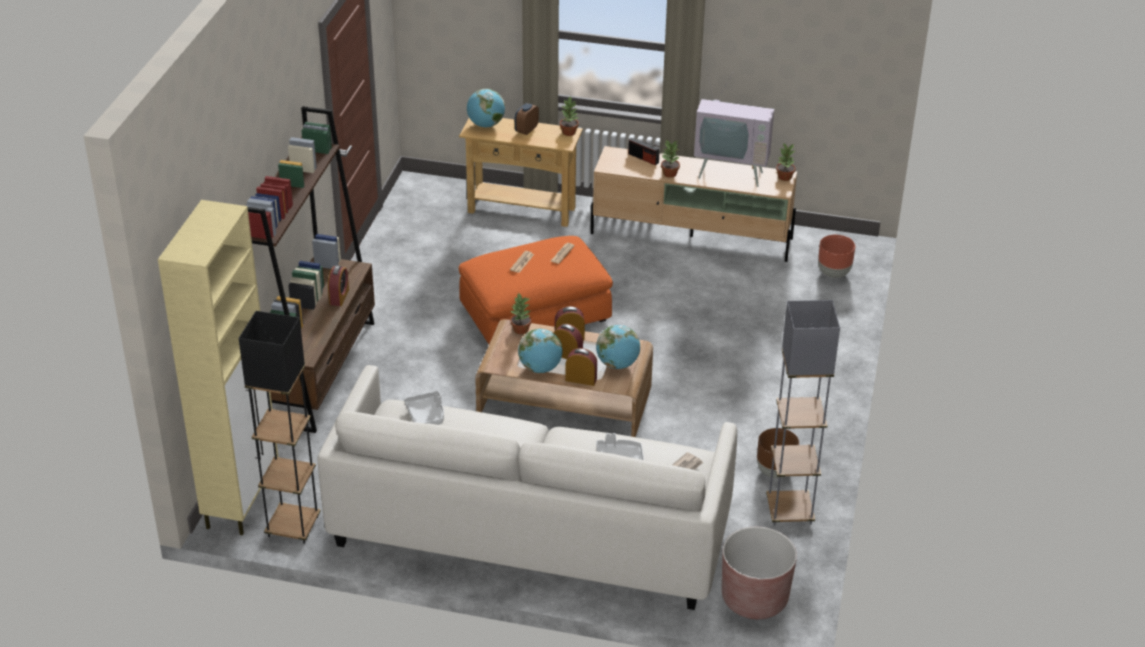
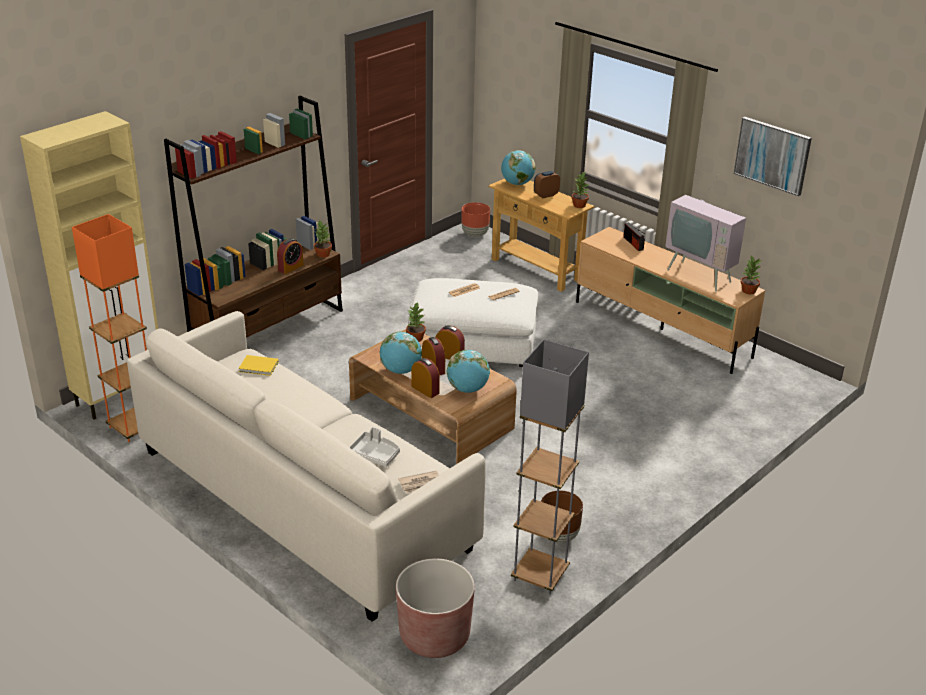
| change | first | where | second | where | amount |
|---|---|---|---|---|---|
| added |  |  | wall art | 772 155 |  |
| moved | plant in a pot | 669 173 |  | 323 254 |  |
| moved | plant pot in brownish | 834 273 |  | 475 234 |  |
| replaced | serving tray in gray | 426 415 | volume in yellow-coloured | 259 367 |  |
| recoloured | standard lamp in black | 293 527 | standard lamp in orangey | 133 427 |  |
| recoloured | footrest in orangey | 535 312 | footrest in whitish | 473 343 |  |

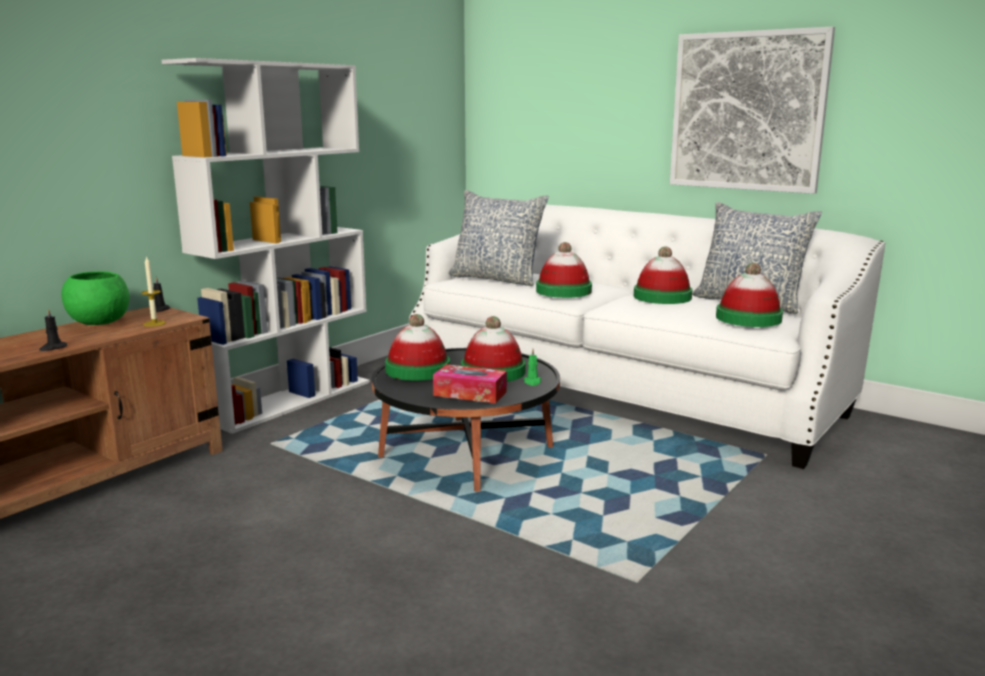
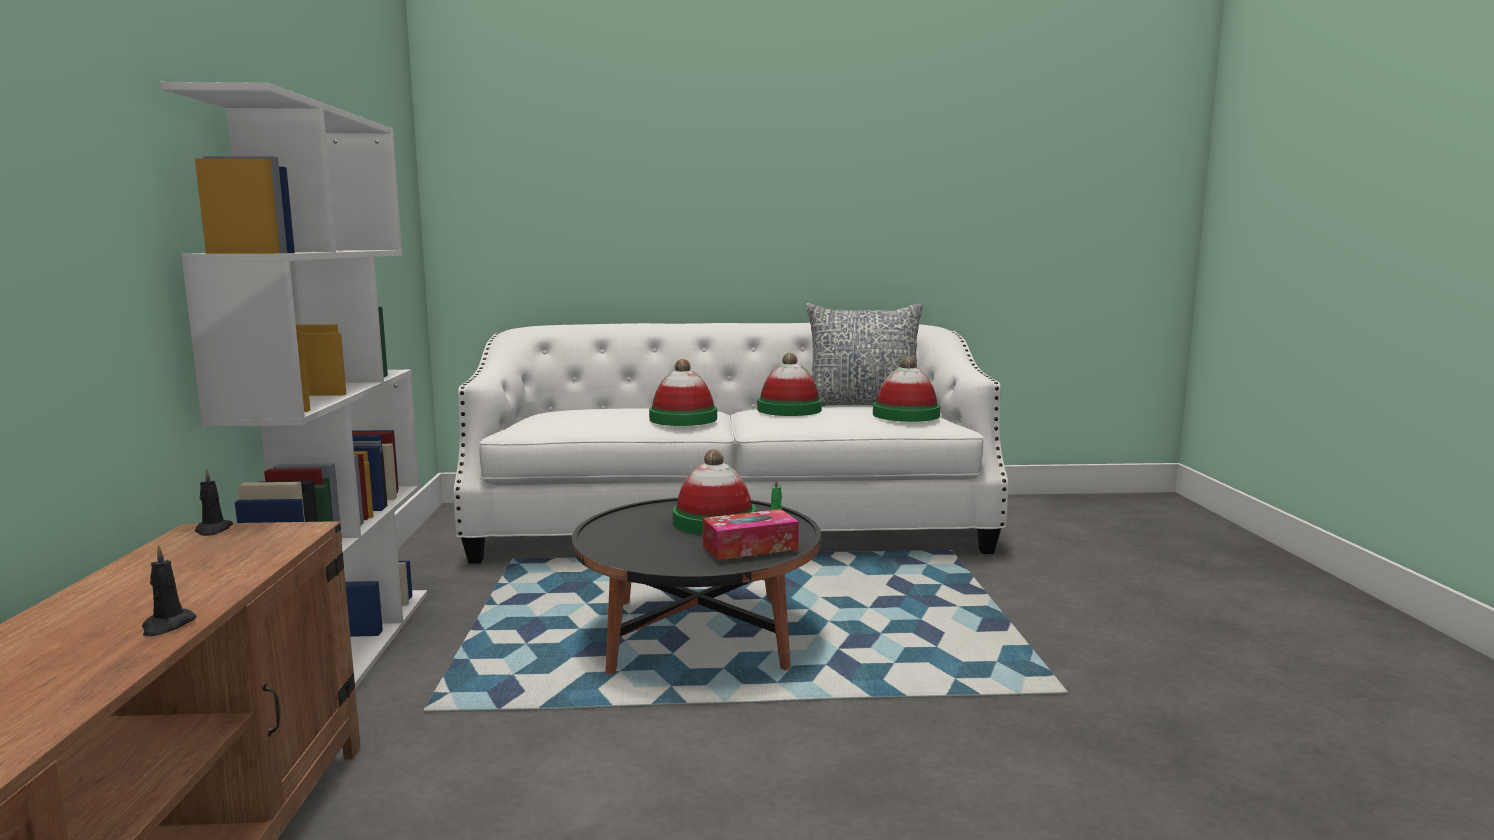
| change | first | where | second | where | amount |
|---|---|---|---|---|---|
| removed | bowl in green | 99 323 |  |  |  |
| removed | wax candle | 154 323 |  |  |  |
| removed | hat | 417 370 |  |  |  |
| removed | cushion | 497 279 |  |  |  |
| removed | wall art | 747 111 |  |  |  |

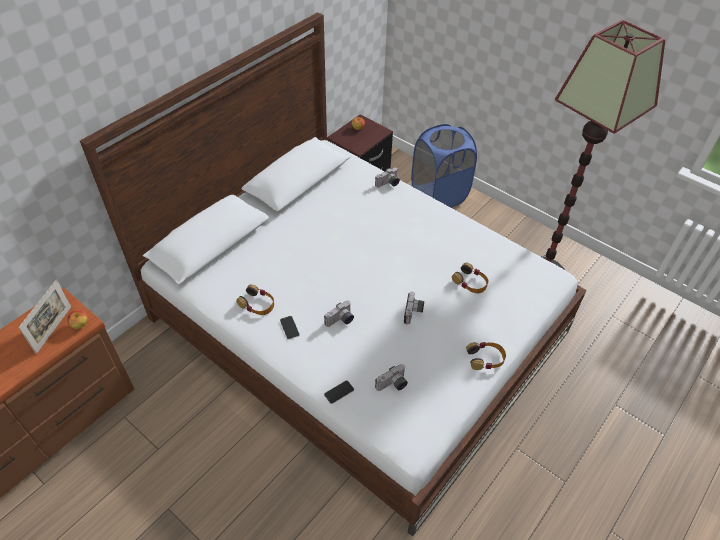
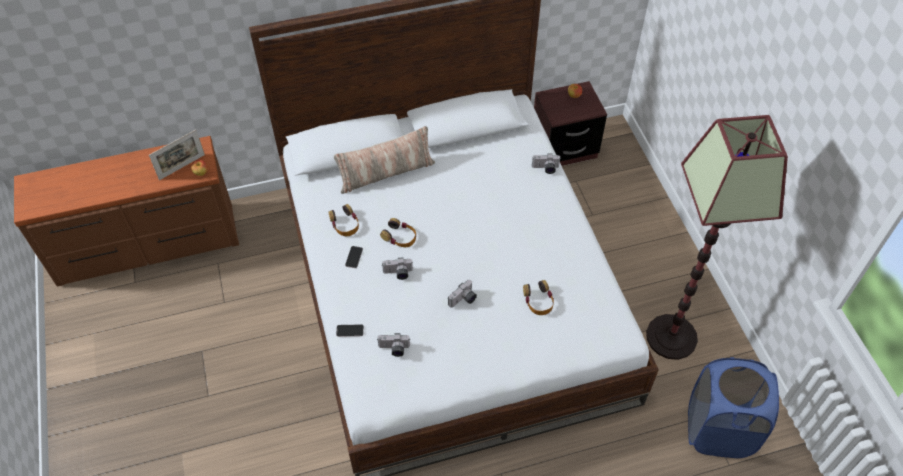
| change | first | where | second | where | amount |
|---|---|---|---|---|---|
| added |  |  | cushion | 386 173 |  |
| moved | hamper in blue-coloured | 439 195 |  | 718 430 |  |
| moved | headset | 485 358 |  | 400 237 |  |

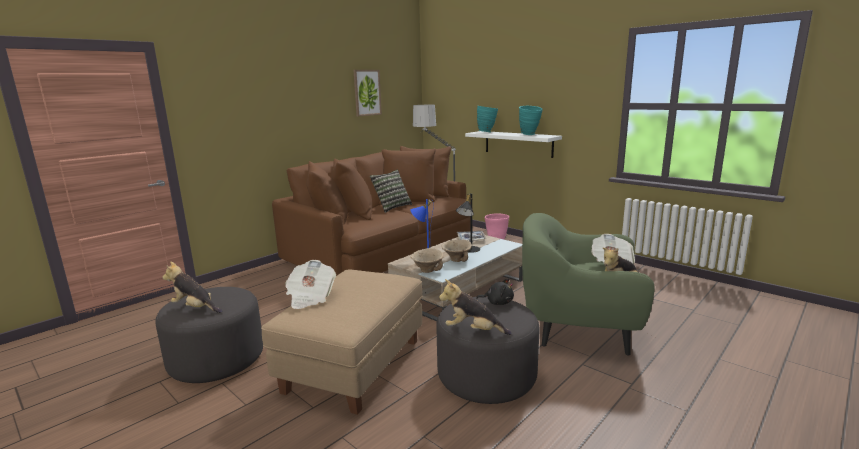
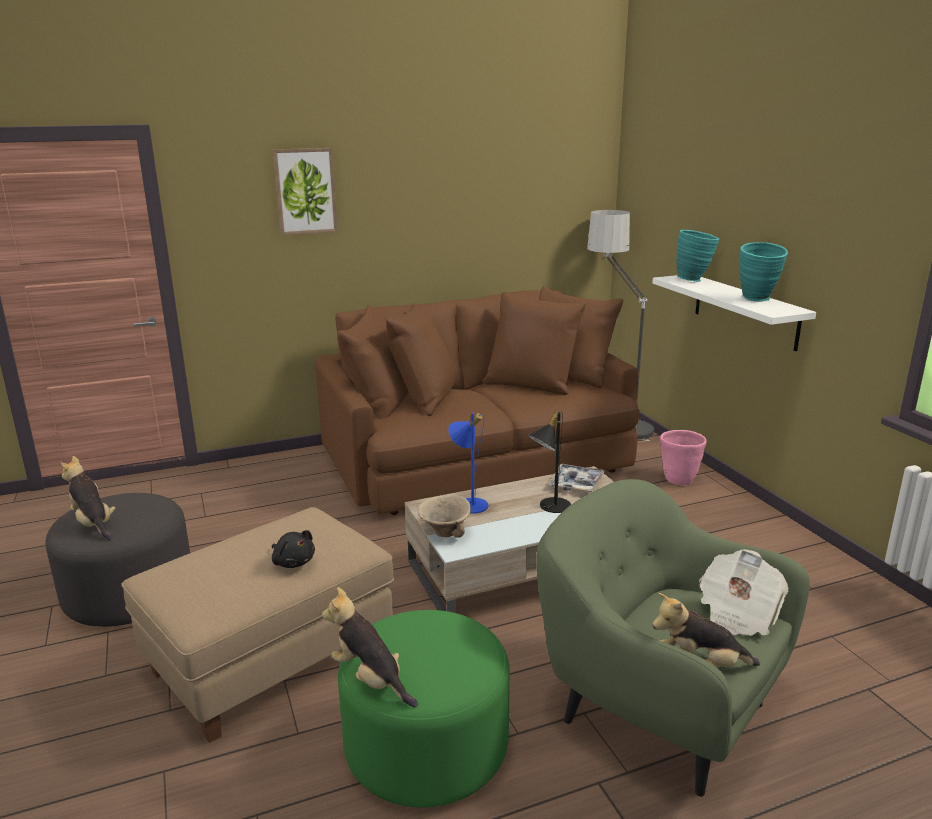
| change | first | where | second | where | amount |
|---|---|---|---|---|---|
| removed | printed paper | 310 297 |  |  |  |
| removed | cushion | 391 207 |  |  |  |
| removed | bowl in sand-coloured | 456 260 |  |  |  |
| moved | wall art | 367 92 |  | 305 191 |  |
| moved | soft toy in black | 498 302 |  | 293 562 |  |
| recoloured | footrest in gray | 486 376 | footrest in green | 427 747 |  |

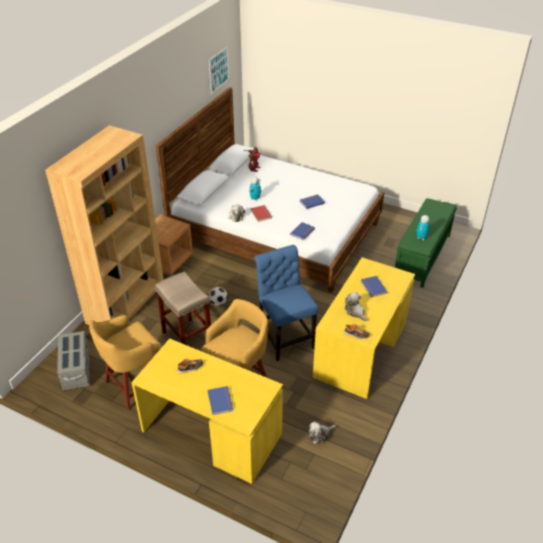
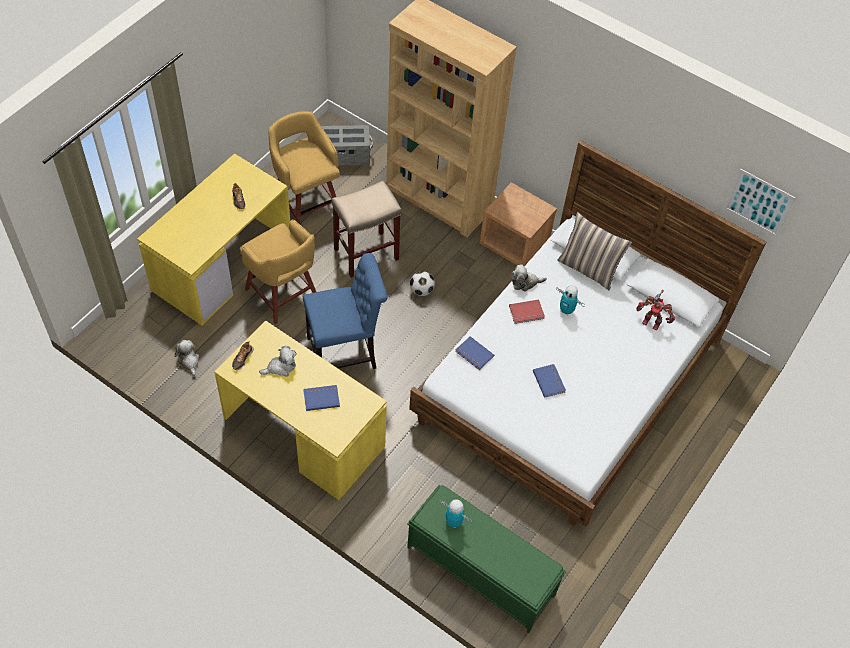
| change | first | where | second | where | amount |
|---|---|---|---|---|---|
| removed | volume in blue-coloured | 221 401 |  |  |  |
| added |  |  | cushion | 589 269 |  |

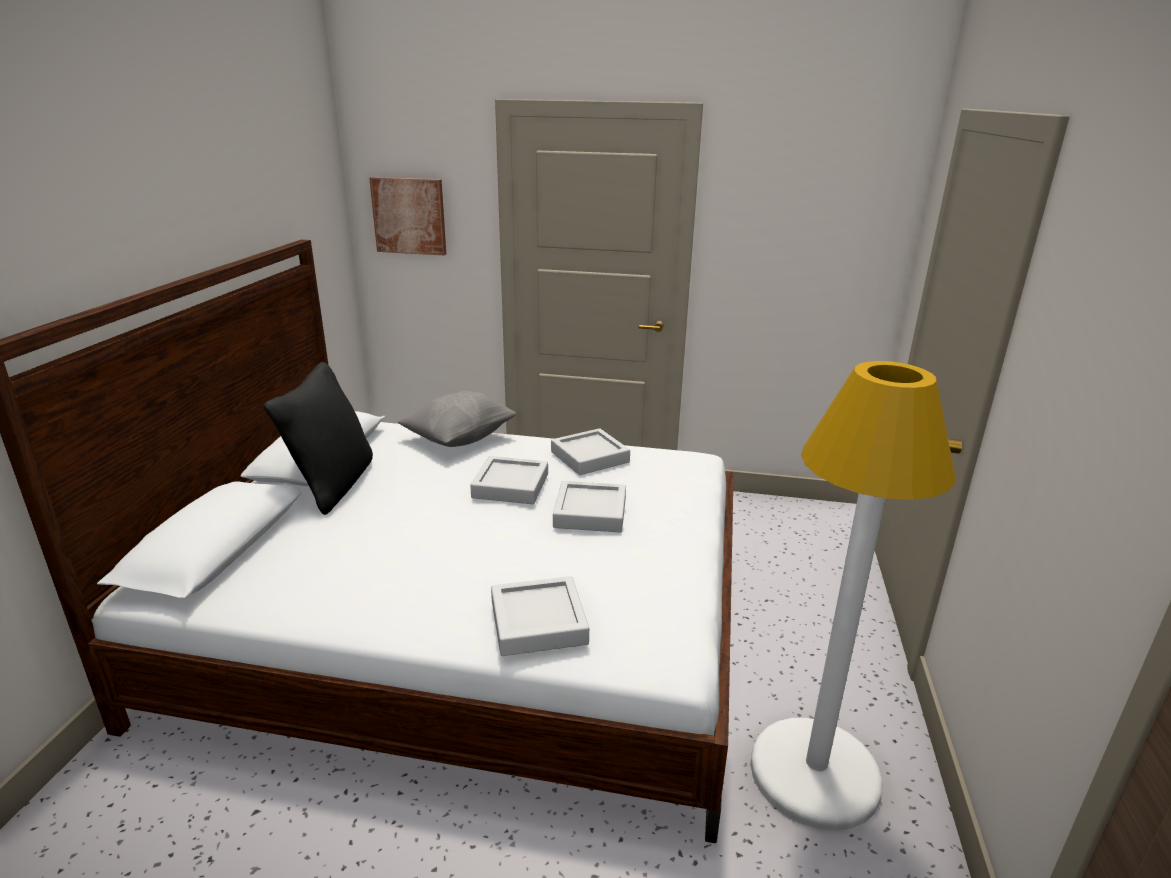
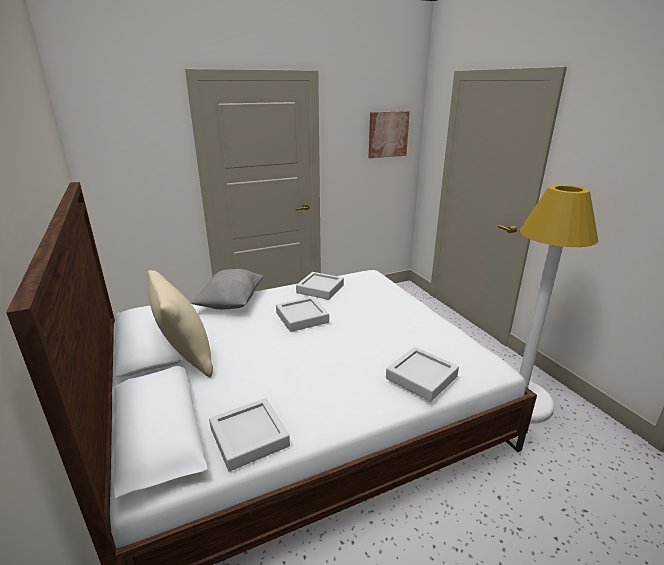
| change | first | where | second | where | amount |
|---|---|---|---|---|---|
| moved | wall art | 409 216 |  | 388 134 |  |
| moved | serving tray in gray | 590 512 |  | 249 437 |  |
| recoloured | cushion in black | 332 484 | cushion in sand-coloured | 186 358 |  |

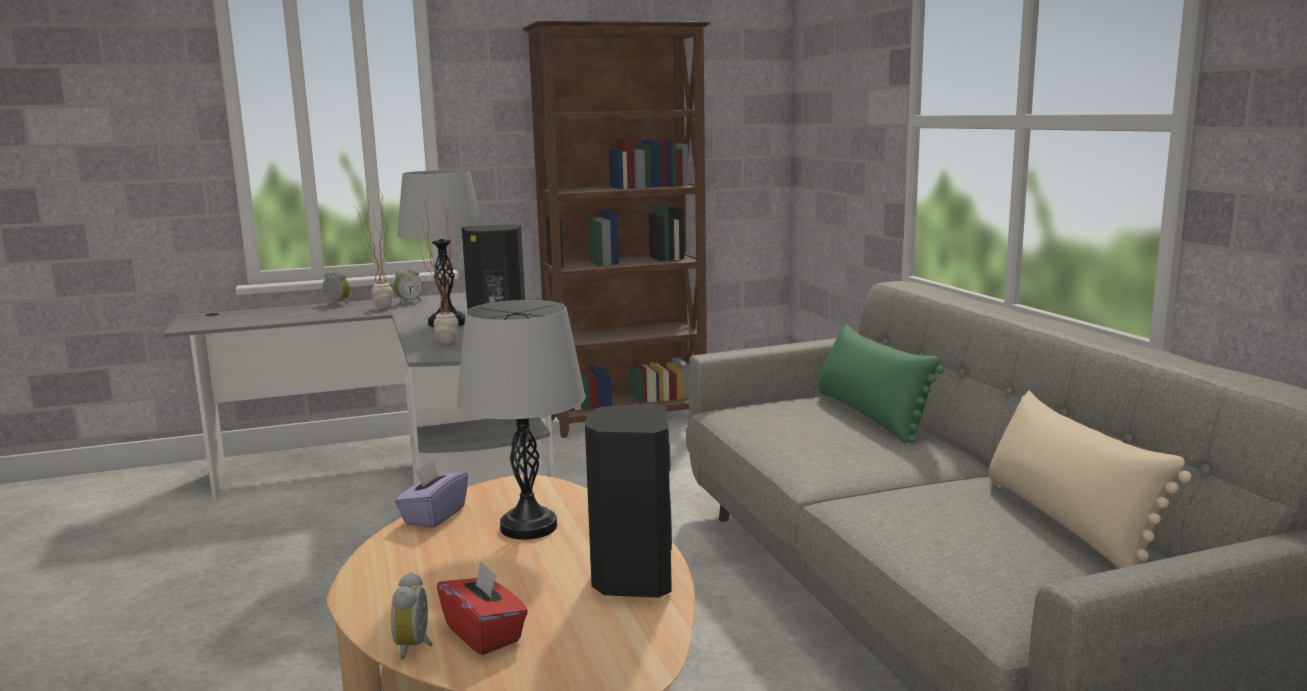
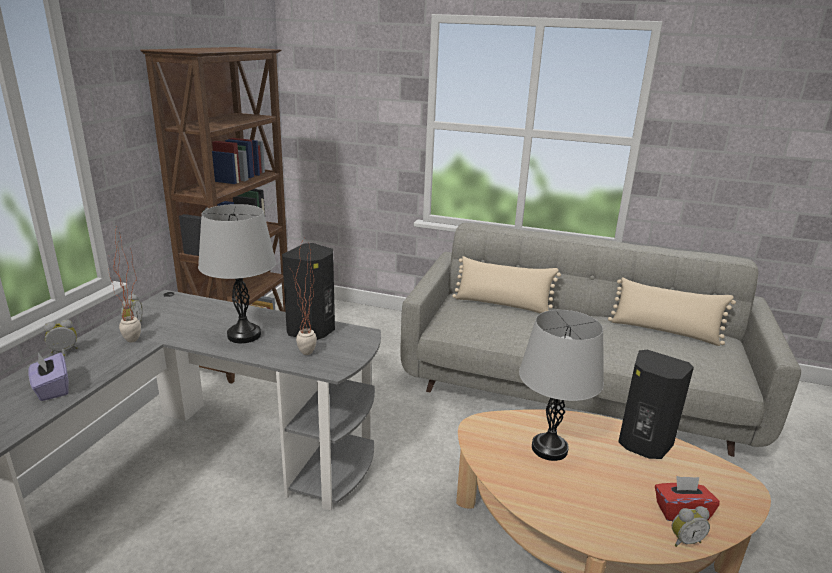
| change | first | where | second | where | amount |
|---|---|---|---|---|---|
| moved | tissue box in purple | 434 516 |  | 52 389 |  |
| recoloured | cushion in green | 870 415 | cushion in sand-coloured | 502 305 |  |
| turned | table clock | 416 647 |  | 684 540 | 45 degrees counterclockwise |

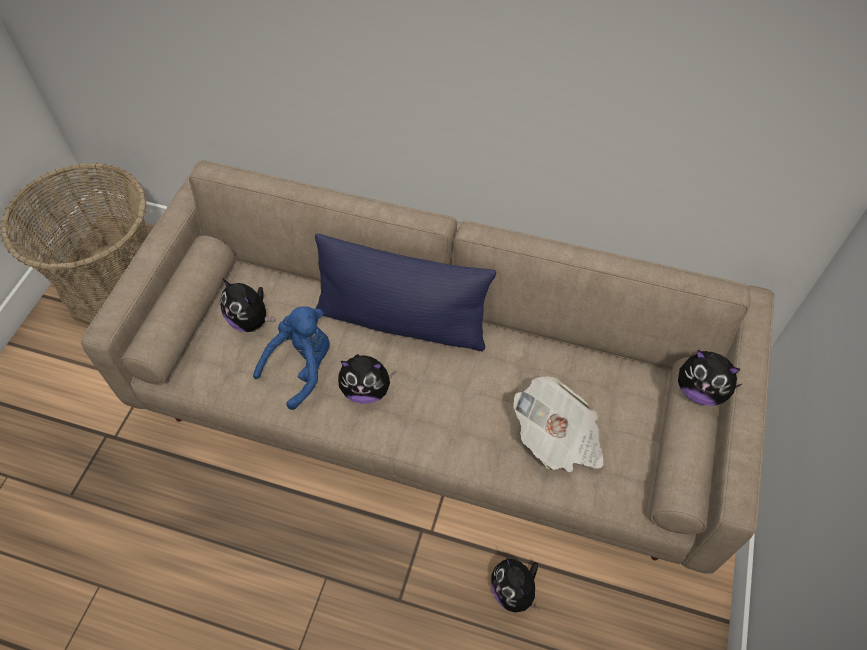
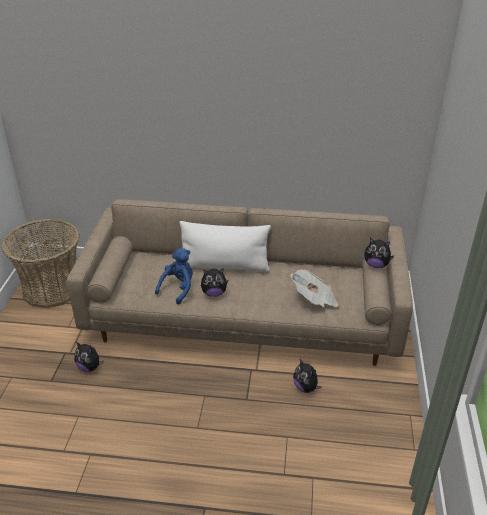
| change | first | where | second | where | amount |
|---|---|---|---|---|---|
| moved | soft toy | 251 321 |  | 90 367 |  |
| recoloured | cushion in blue-coloured | 402 321 | cushion in whitish | 224 266 |  |

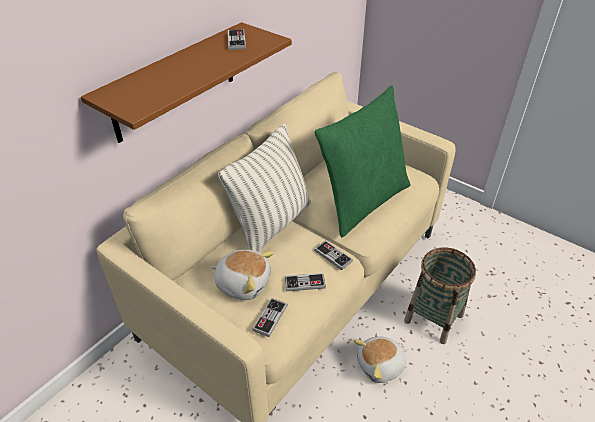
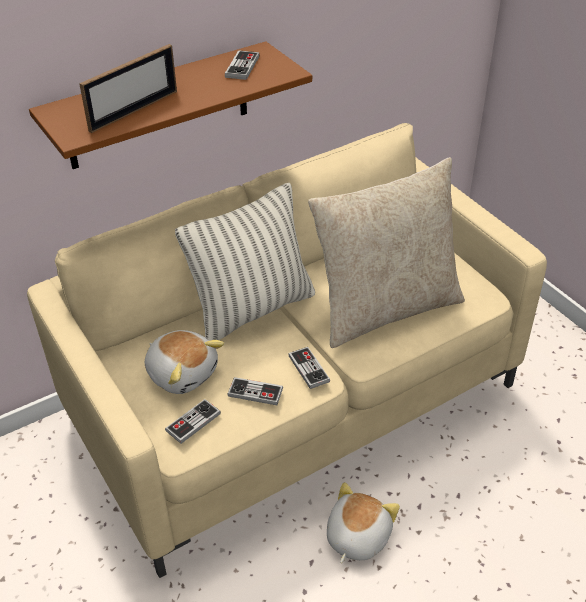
| change | first | where | second | where | amount |
|---|---|---|---|---|---|
| removed | basket | 433 318 |  |  |  |
| added |  |  | photo frame | 134 111 |  |
| recoloured | cushion in green | 362 201 | cushion in sand-coloured | 385 308 |  |
| turned | soft toy | 381 366 |  | 356 537 | 120 degrees clockwise |

